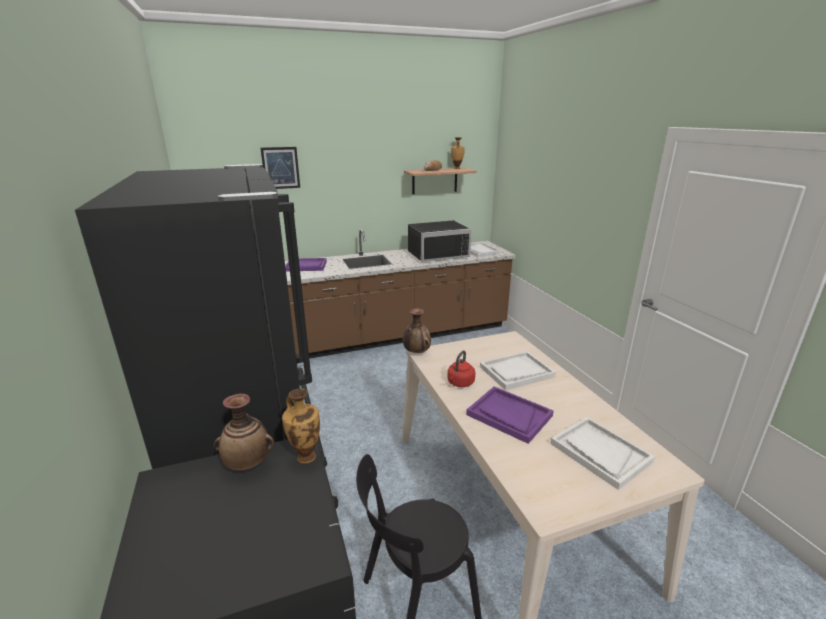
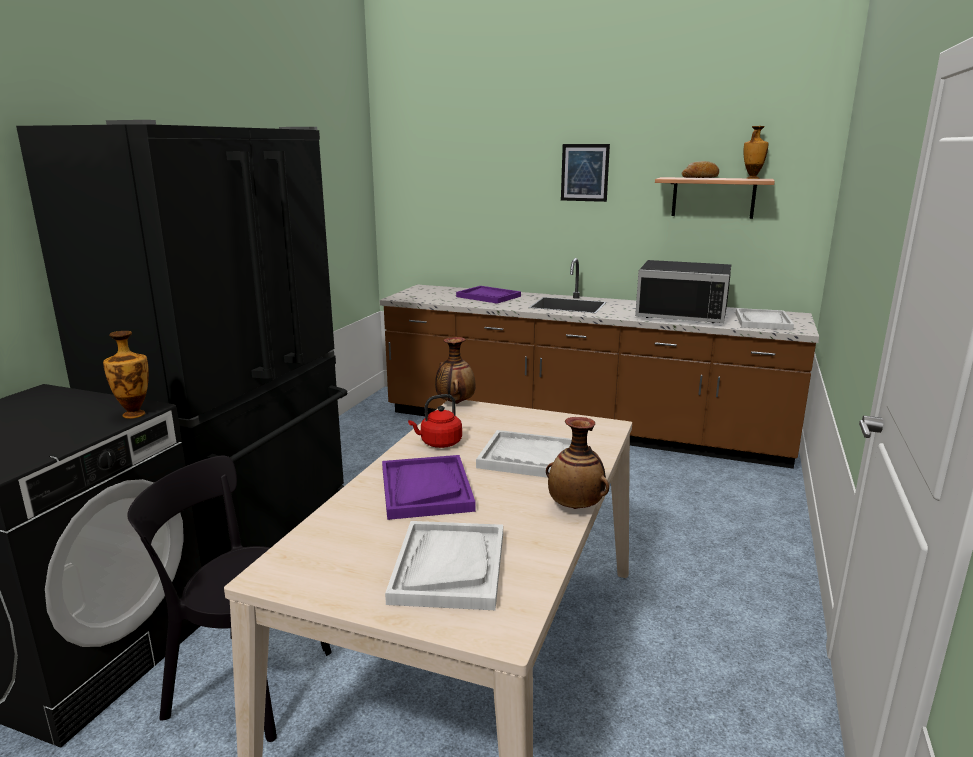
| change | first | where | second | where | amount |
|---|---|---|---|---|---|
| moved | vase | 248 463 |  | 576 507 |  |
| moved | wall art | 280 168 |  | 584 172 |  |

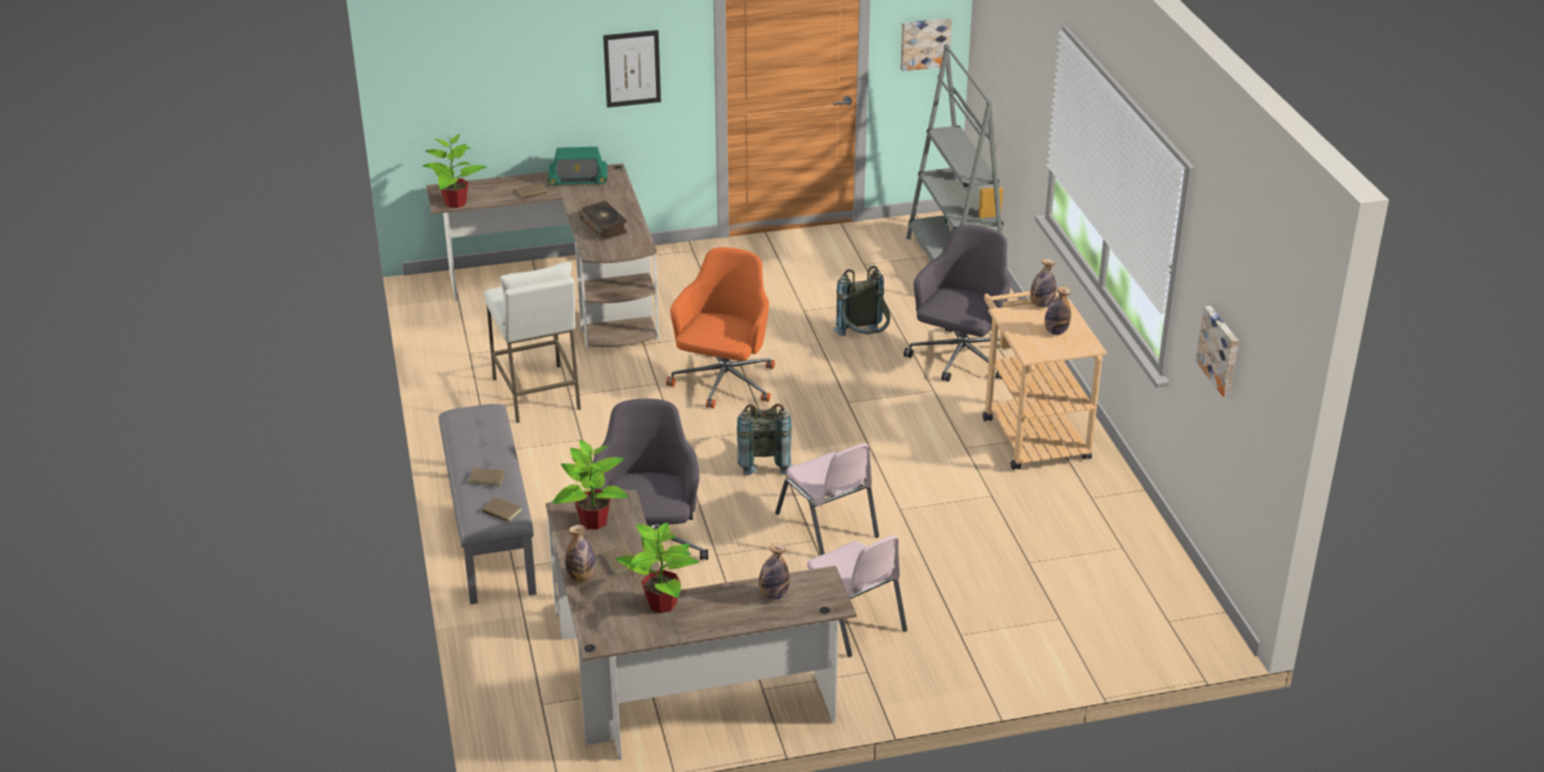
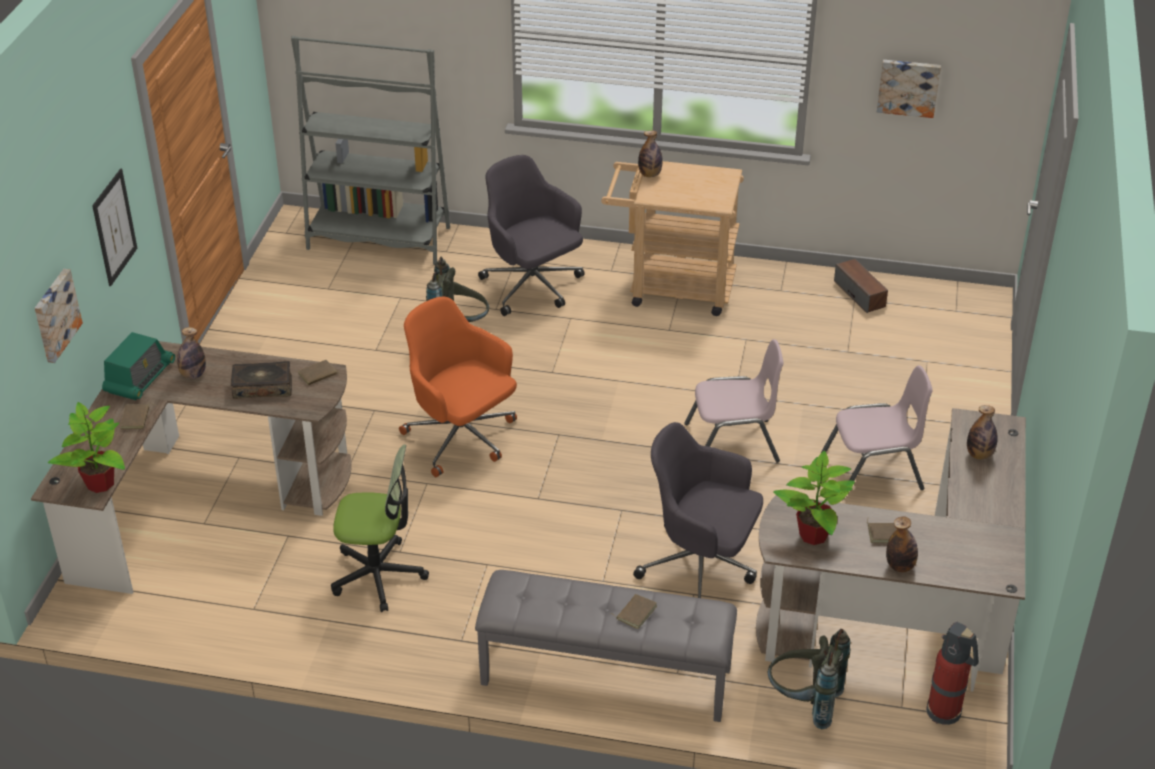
| change | first | where | second | where | amount |
|---|---|---|---|---|---|
| removed | plant in a pot | 663 604 |  |  |  |
| added |  |  | speaker | 860 294 |  |
| added |  |  | fire extinguisher | 945 712 |  |
| moved | volume in brownish | 501 512 |  | 318 375 |  |
| moved | backpack in gray | 763 461 |  | 804 703 |  |
| moved | wall art | 925 43 |  | 55 315 |  |
| moved | bottle | 1056 331 |  | 193 375 |  |
| replaced | stool in whitish | 537 394 | computer chair | 378 575 |  |

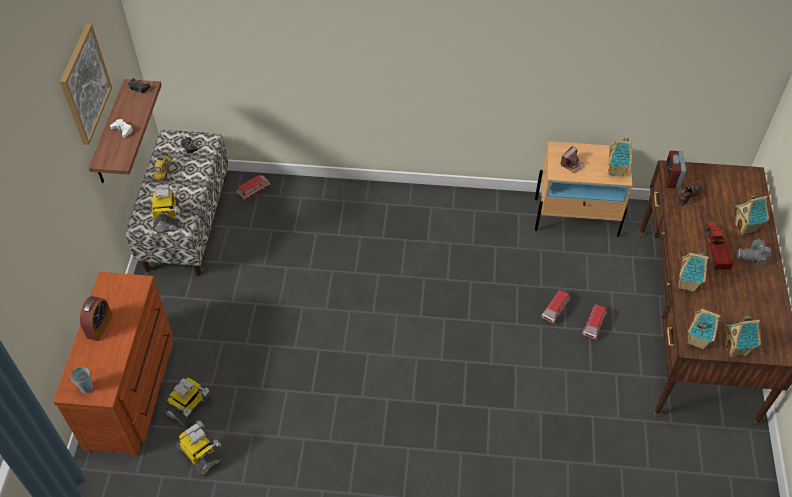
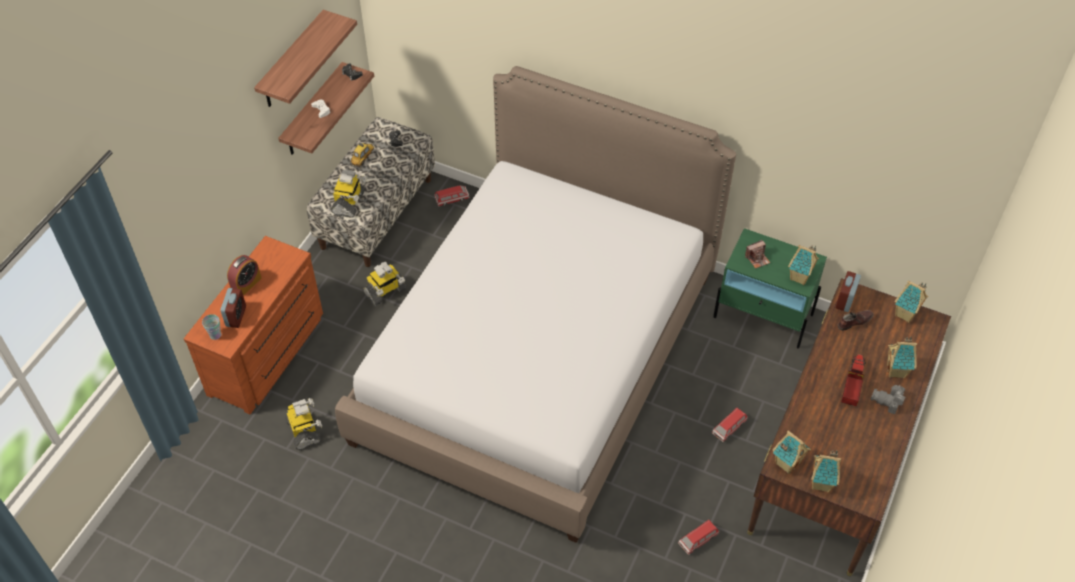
| change | first | where | second | where | amount |
|---|---|---|---|---|---|
| added |  |  | table clock | 236 316 |  |
| added |  |  | bed | 538 357 |  |
| moved | model robot | 189 407 |  | 385 292 |  |
| moved | model car | 555 310 |  | 698 540 |  |
| moved | miniature house | 687 284 |  | 906 315 |  |
| replaced | wall art | 84 84 | wall shelf | 292 61 |  |
| recoloured | night table in sand-coloured | 577 217 | night table in green | 763 316 |  |

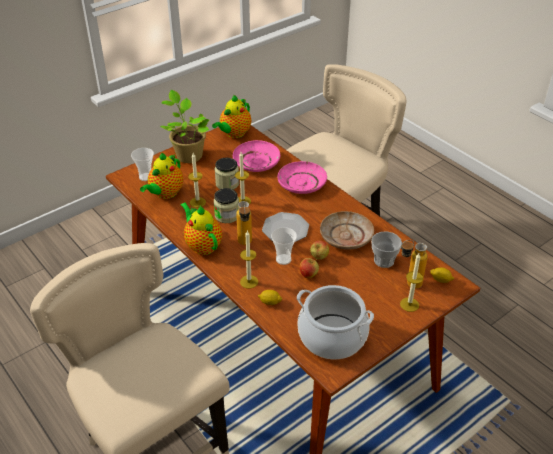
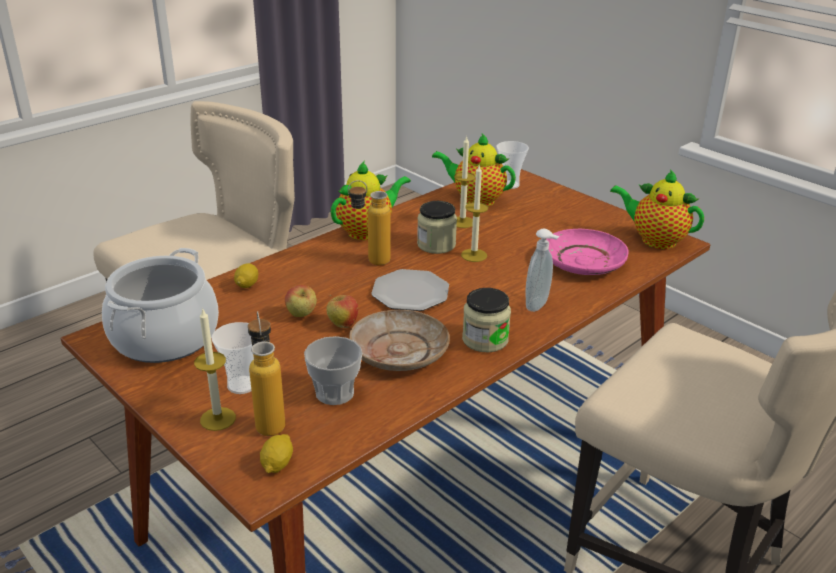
| change | first | where | second | where | amount |
|---|---|---|---|---|---|
| removed | plant in a pot | 188 155 |  |  |  |
| removed | wax candle | 249 281 |  |  |  |
| moved | storage jar | 227 184 |  | 485 339 |  |
| moved | drinking cup | 283 259 |  | 242 385 |  |
| replaced | flat dish in pink | 301 183 | soap dispenser | 538 305 |  |

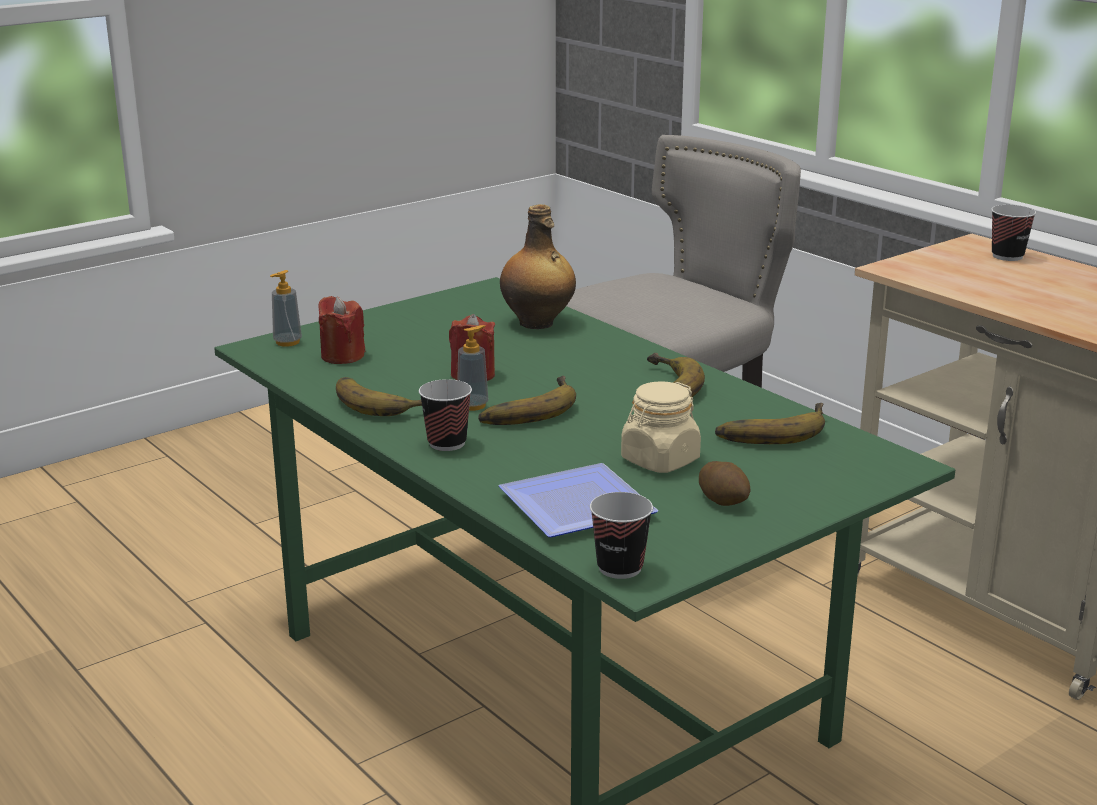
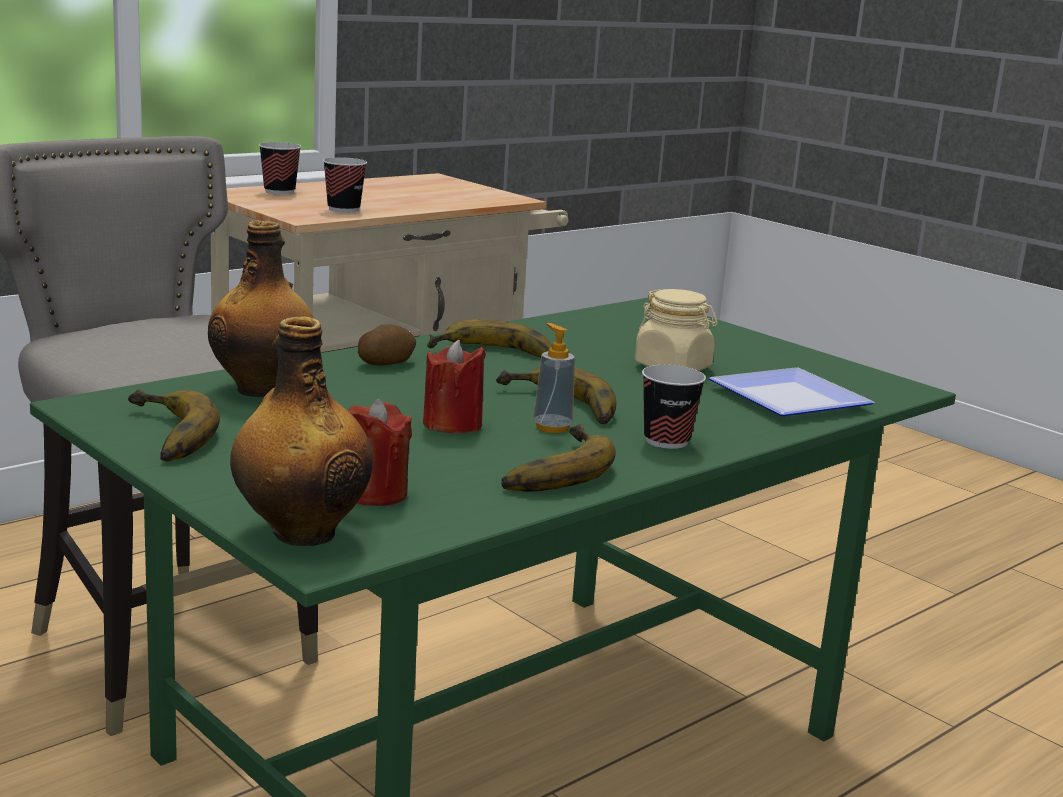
| change | first | where | second | where | amount |
|---|---|---|---|---|---|
| moved | drinking cup | 620 568 |  | 343 209 |  |
| moved | spud | 724 500 |  | 386 363 |  |
| moved | banana fruit | 770 430 |  | 160 435 |  |
| replaced | soap dispenser | 287 342 | bottle | 301 532 |  |

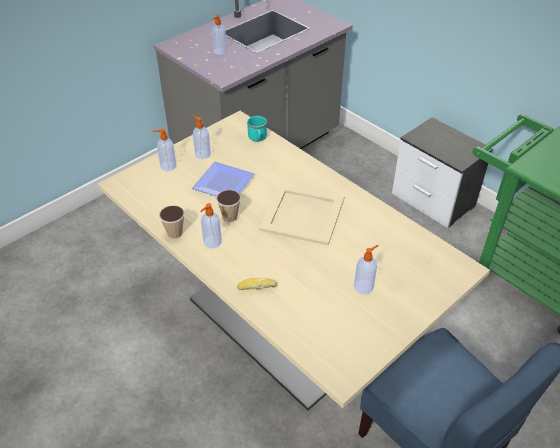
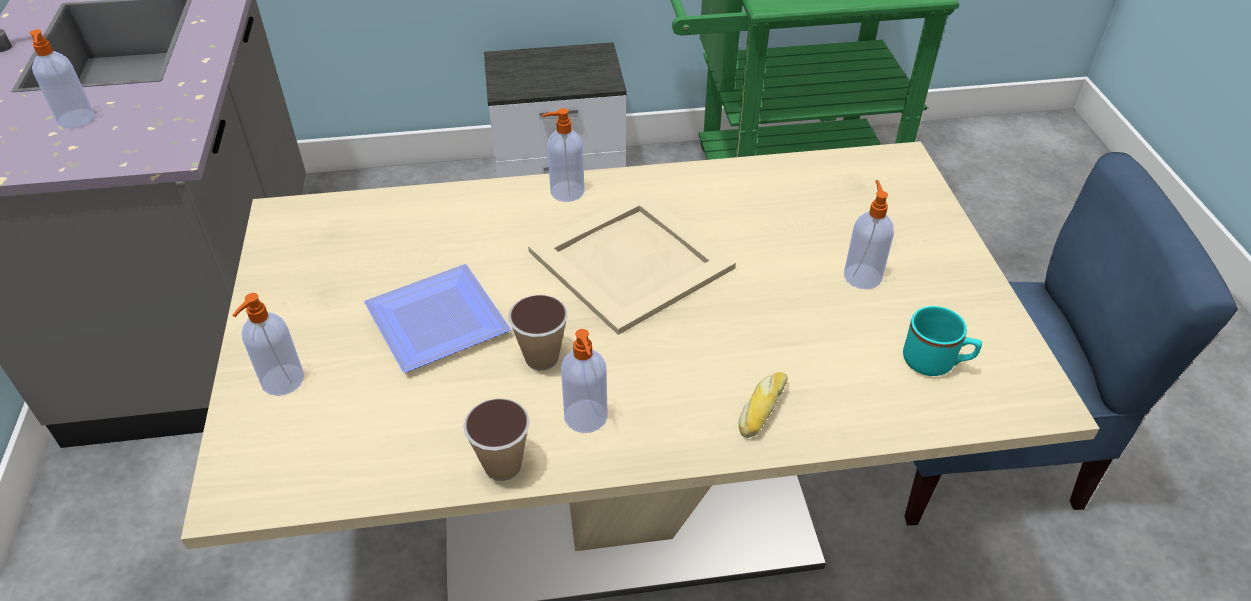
| change | first | where | second | where | amount |
|---|---|---|---|---|---|
| moved | soap dispenser | 202 154 |  | 566 192 |  |
| moved | tea mug in turquoise | 257 139 |  | 935 363 |  |

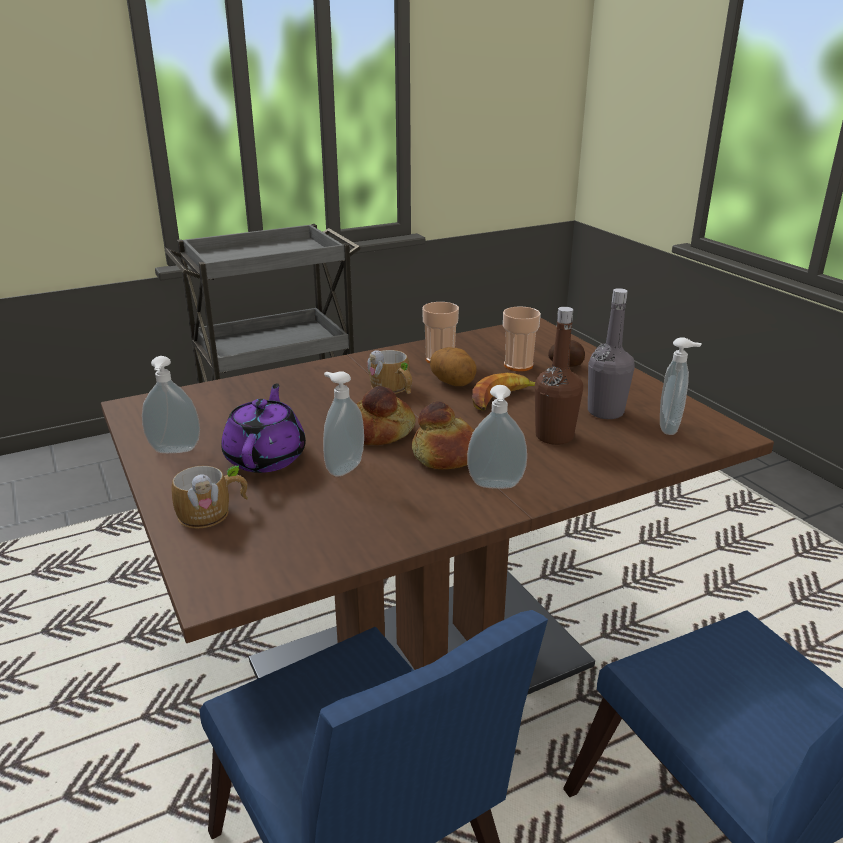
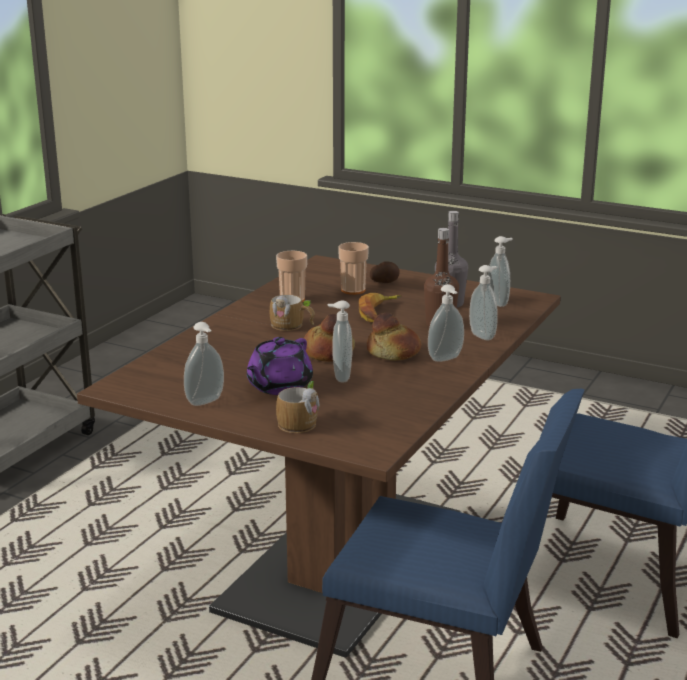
| change | first | where | second | where | amount |
|---|---|---|---|---|---|
| removed | spud | 453 383 |  |  |  |
| added |  |  | soap dispenser | 483 336 |  |
| turned | tea pot in purple | 266 457 |  | 278 386 | 120 degrees counterclockwise |

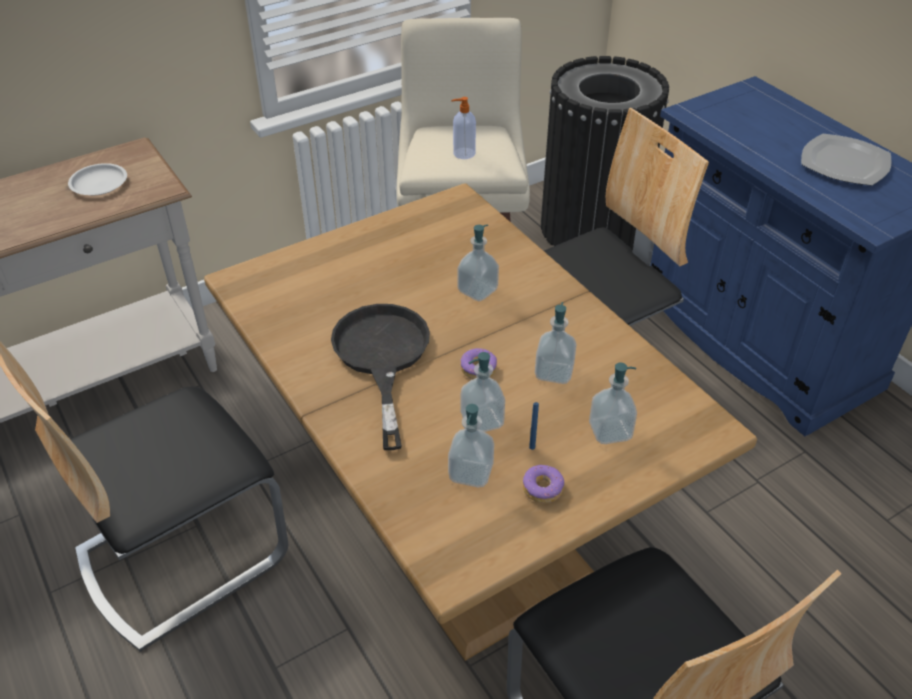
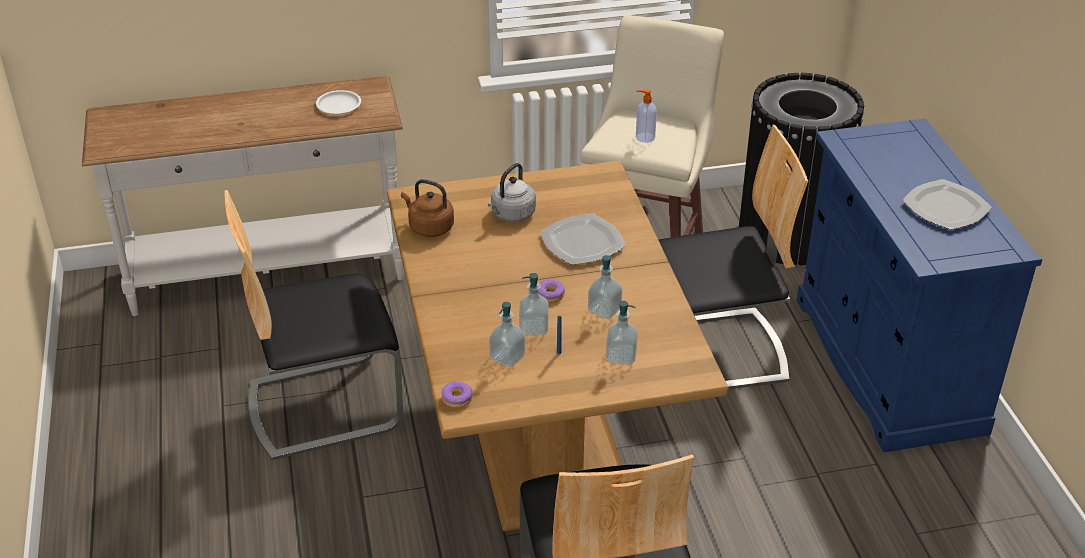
| change | first | where | second | where | amount |
|---|---|---|---|---|---|
| removed | skillet in black | 382 358 |  |  |  |
| added |  |  | kettle in brownish | 429 227 |  |
| added |  |  | kettle in gray | 511 215 |  |
| moved | donut | 543 488 |  | 457 399 |  |
| replaced | soap dispenser | 477 290 | flat dish | 581 242 |  |

